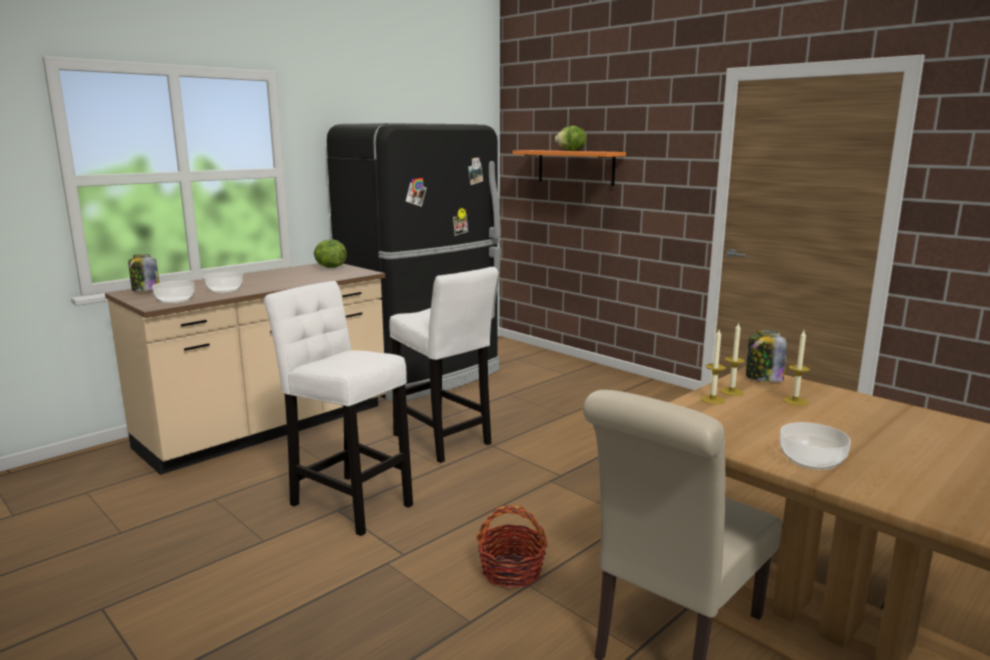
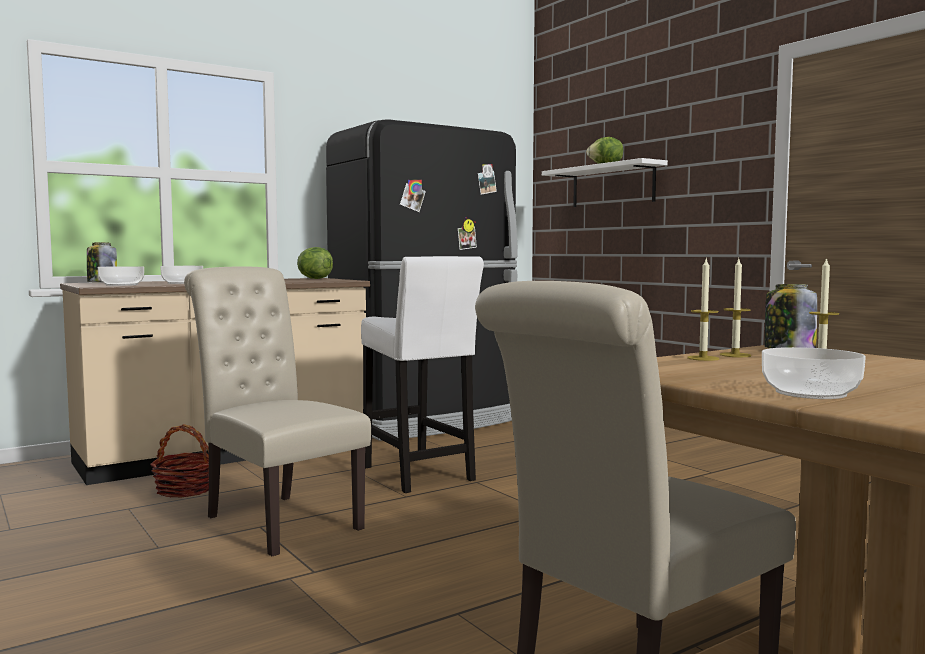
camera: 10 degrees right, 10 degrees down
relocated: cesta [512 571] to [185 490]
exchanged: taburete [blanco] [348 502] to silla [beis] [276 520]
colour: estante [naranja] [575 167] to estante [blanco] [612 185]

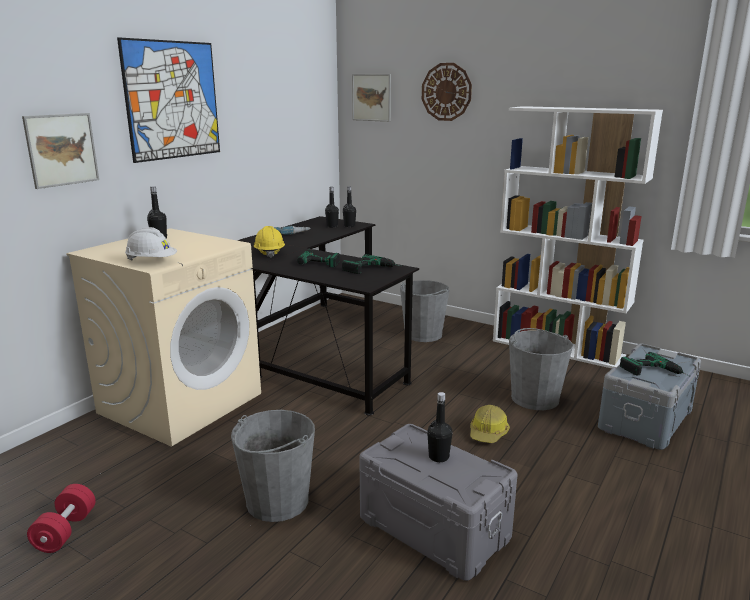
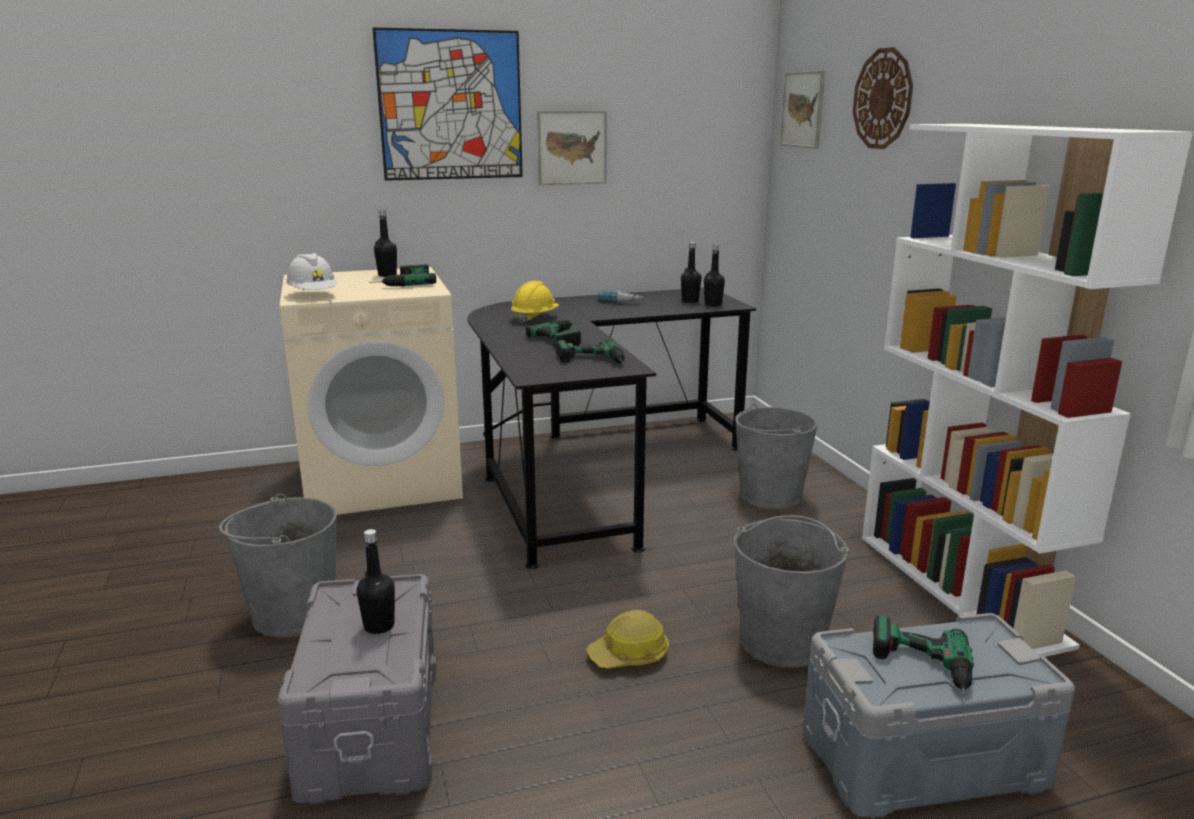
camera: 40 degrees right, 0 degrees up
missing: mancuerna [rojo] [65 531]
appeared: taladro [401 282]
relocated: cuadro [62 149] to [572 147]

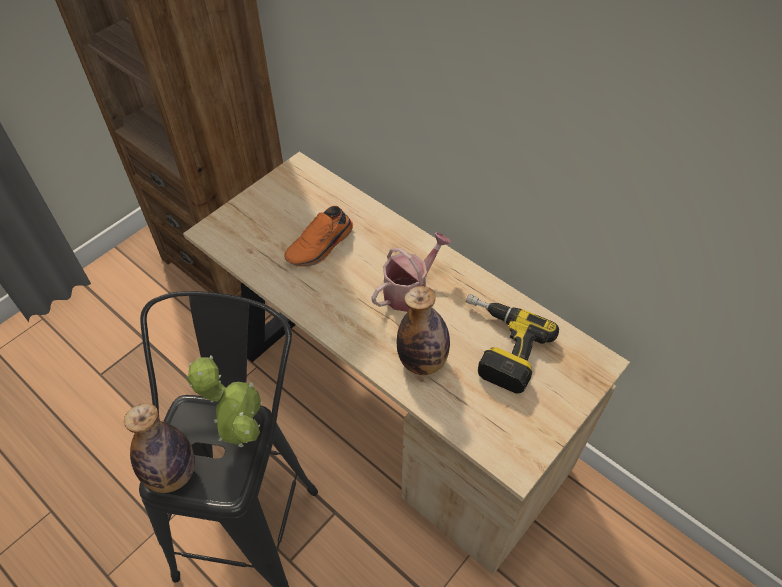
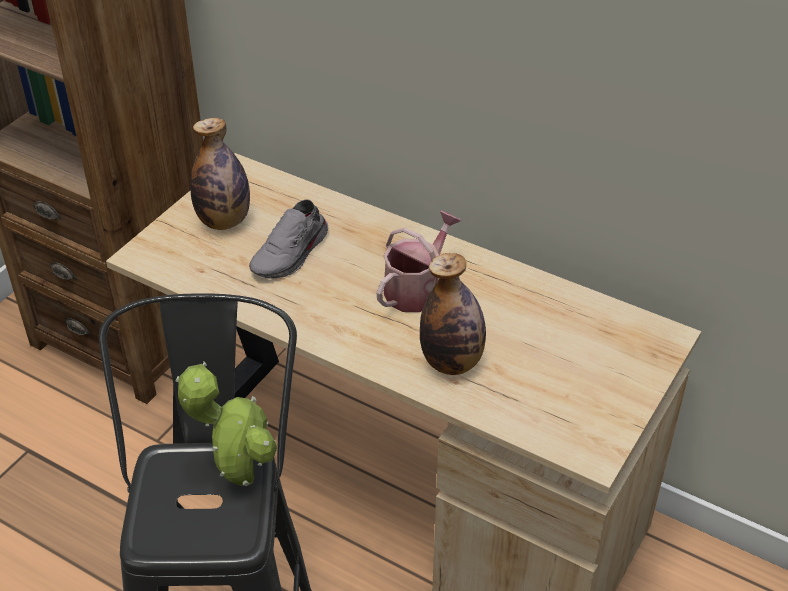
camera: 10 degrees left, 10 degrees down
missing: taladro [497 346]
relocated: botella [172 474] to [224 221]
colour: zapato [naranja] [321 246] to zapato [gris] [291 254]

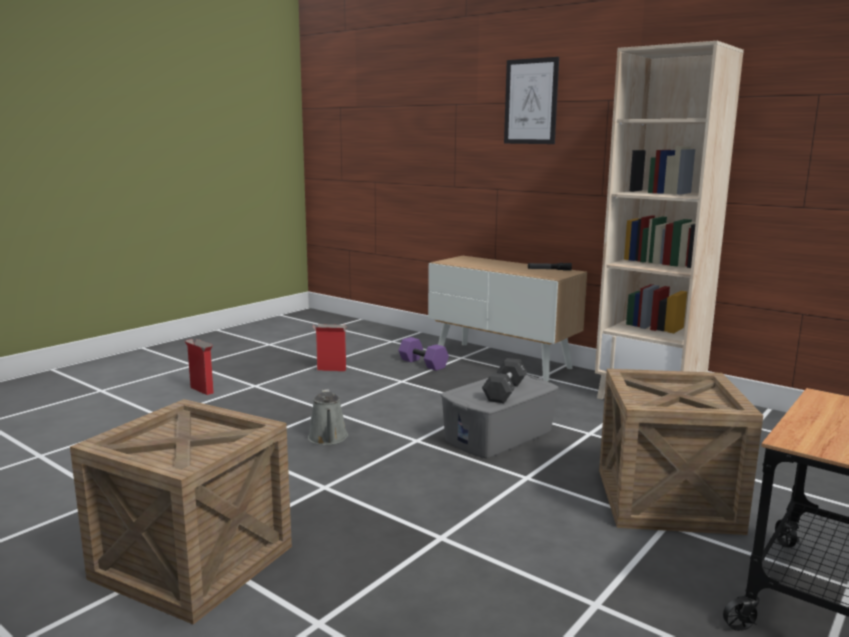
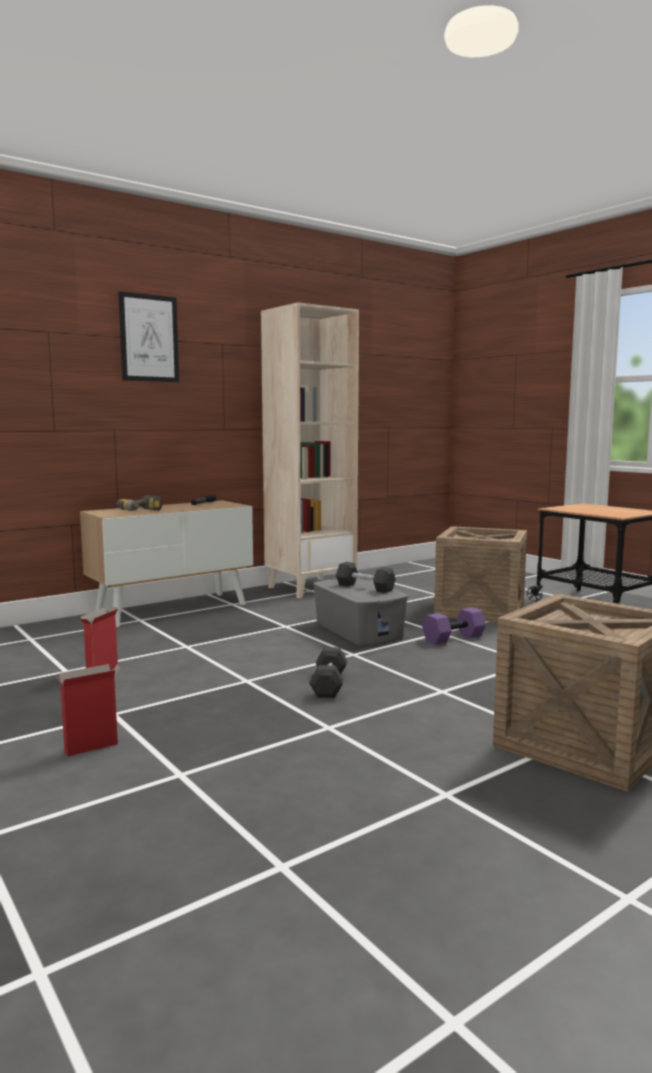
camera: 75 degrees left, 5 degrees down
appeared: taladro [142 512]
relocated: mancuerna [morado] [424 363] to [453 638]
exchanged: regadera [gris] [328 438] to mancuerna [negro] [329 684]

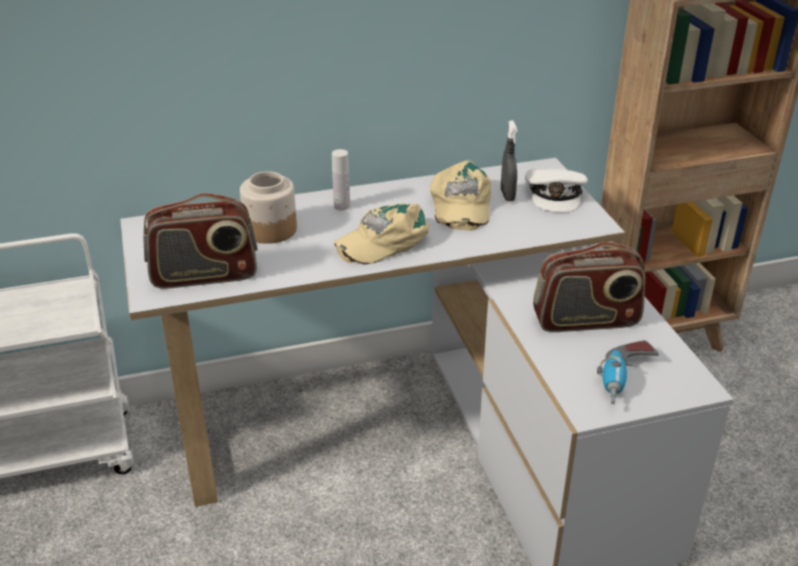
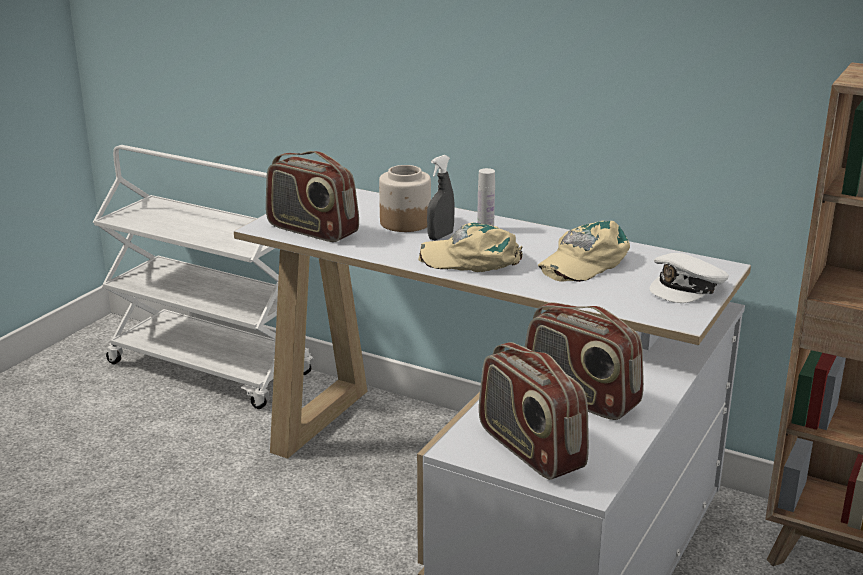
camera: 45 degrees right, 10 degrees down
relocated: pulverizador [gris] [507 195] to [440 236]
exchanged: taladro [625 381] to radio [529 449]

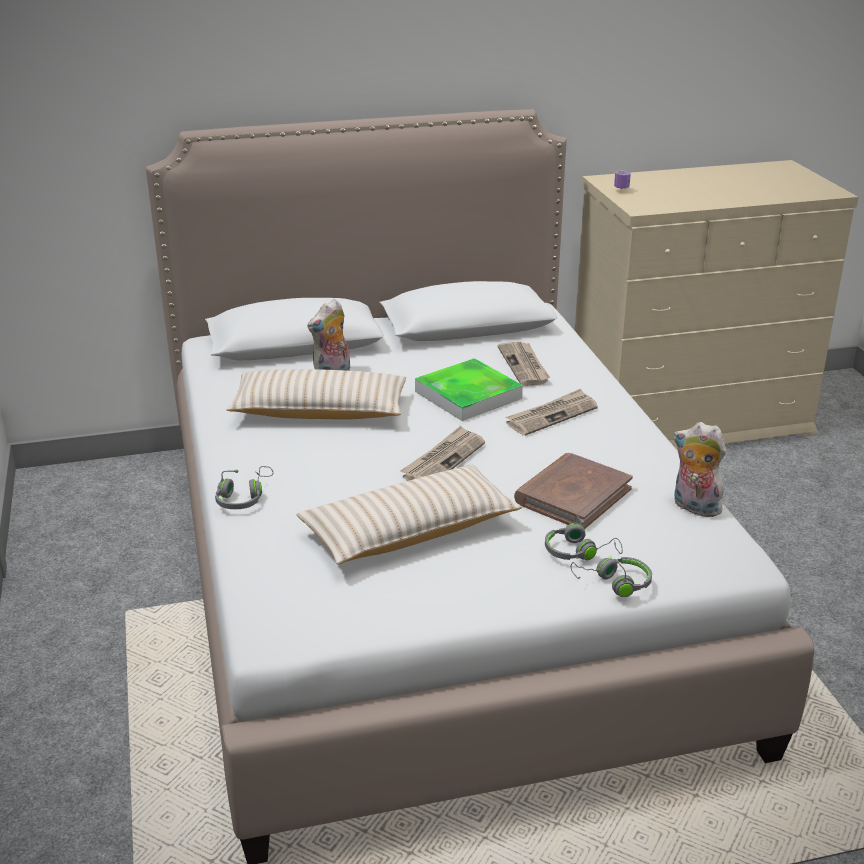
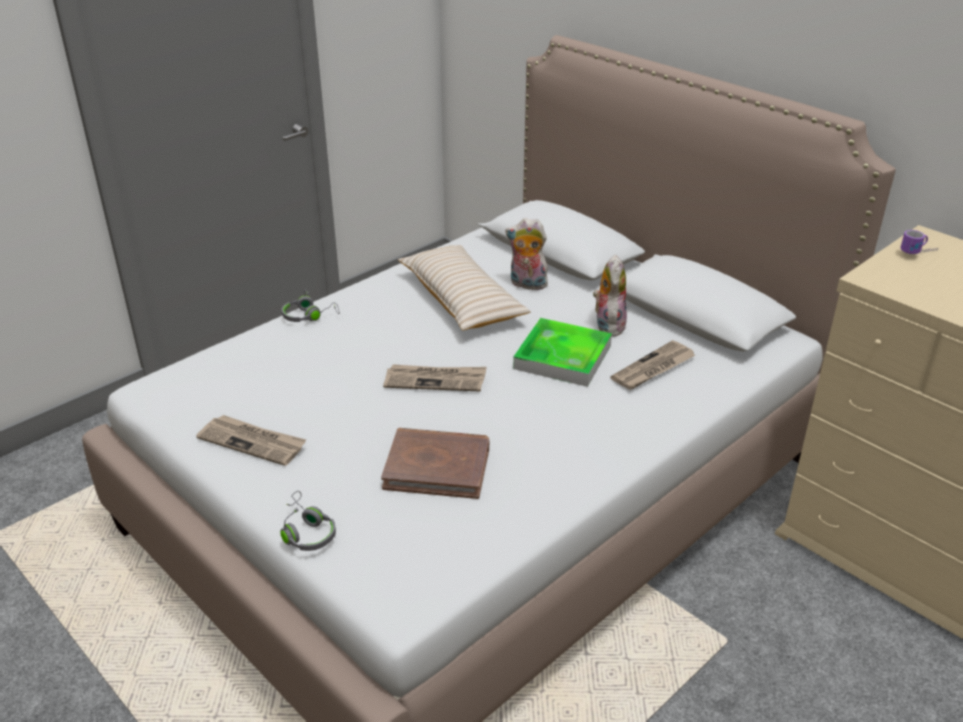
camera: 60 degrees right, 5 degrees up
missing: cojín [beis] [409 531]; auriculares [gris] [579 551]
relocated: periódico [551 415] to [253 442]; peluche [694 507] to [608 325]

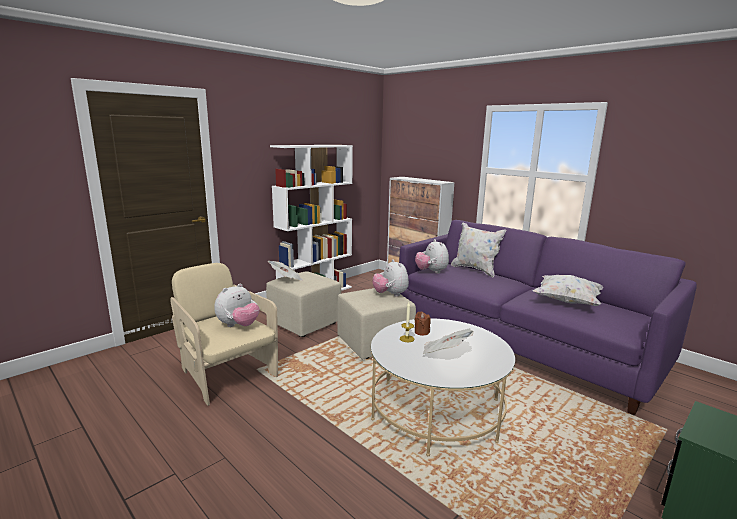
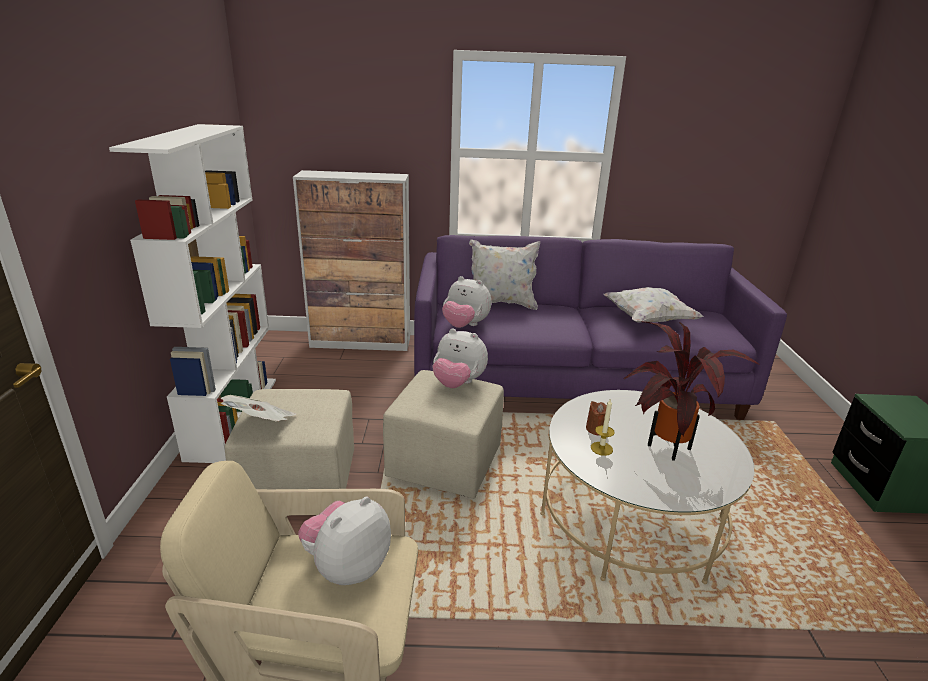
camera: 45 degrees left, 10 degrees up
exchanged: periódico [445 353] to planta en maceta [664 447]
spun: peluche [238 326] = [347 566] 135 degrees counterclockwise

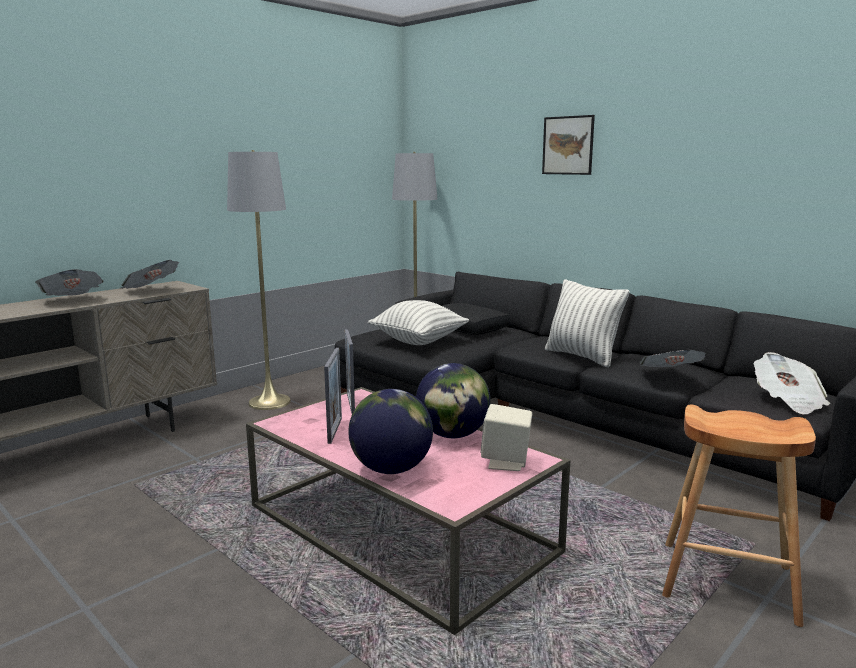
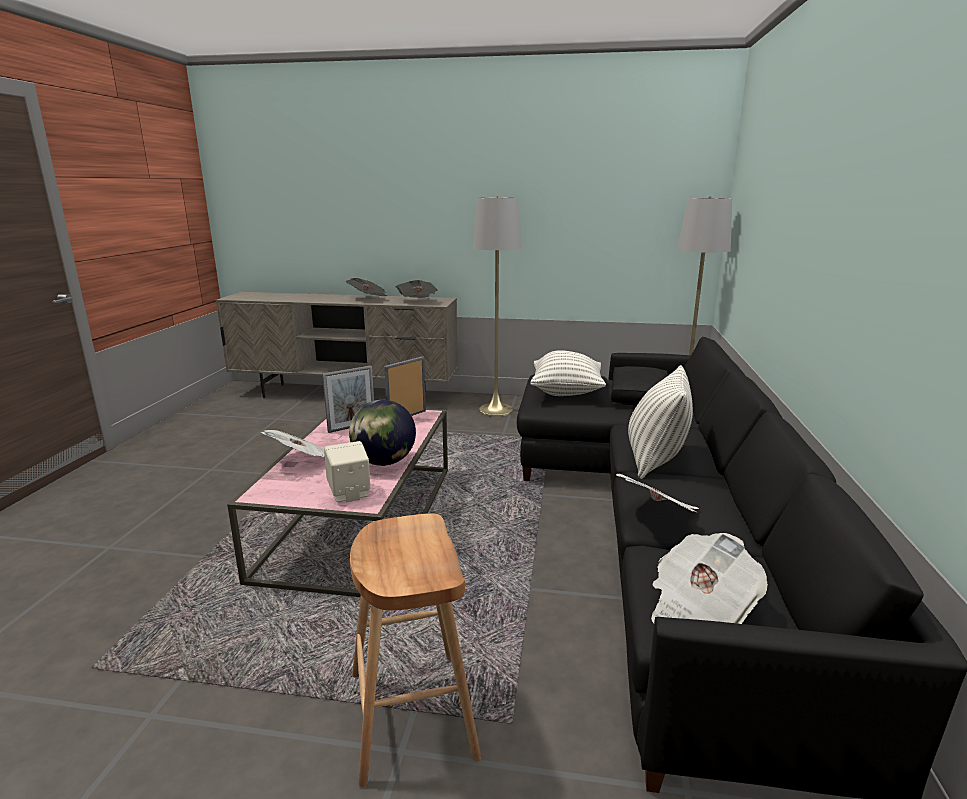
camera: 55 degrees right, 5 degrees up
missing: cuadro [568 145]
exchanged: globo terráqueo [391 469] to periódico [302 460]

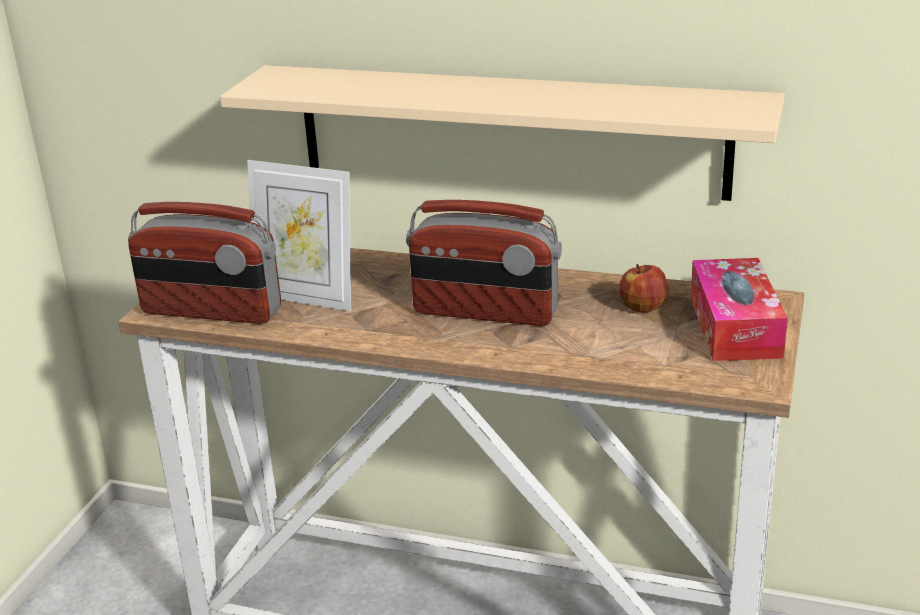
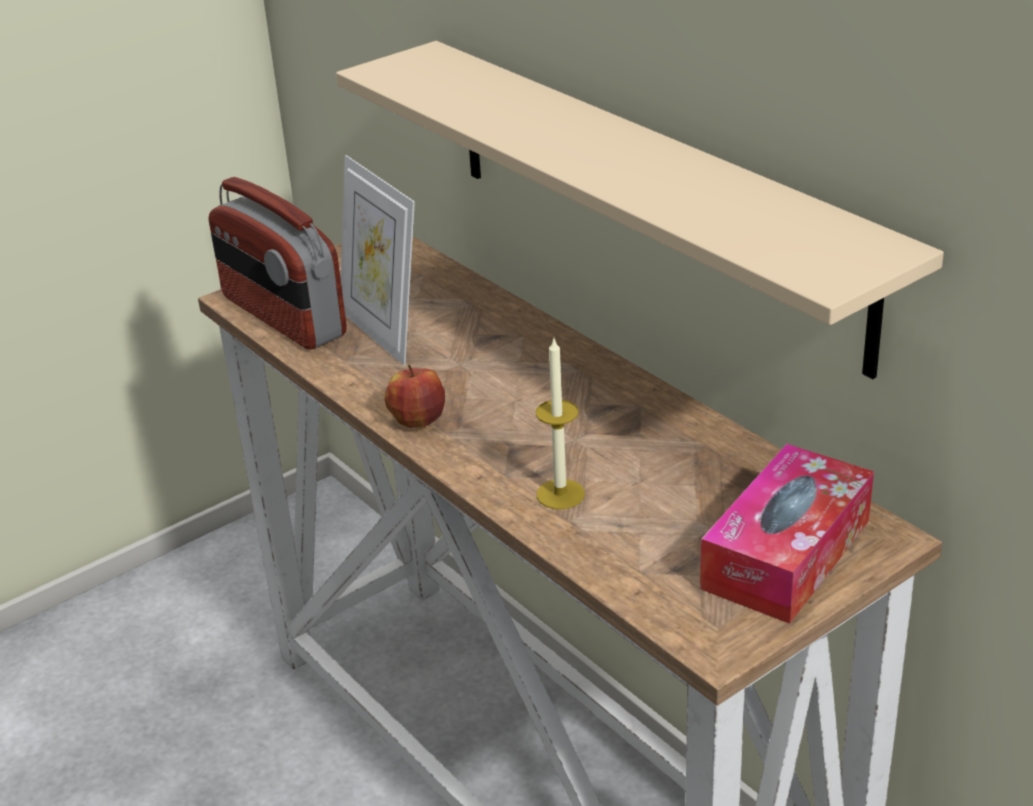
camera: 35 degrees right, 5 degrees up
missing: radio [485 312]
appeared: vela [560 494]
relocated: manzana [643 308] to [417 421]

